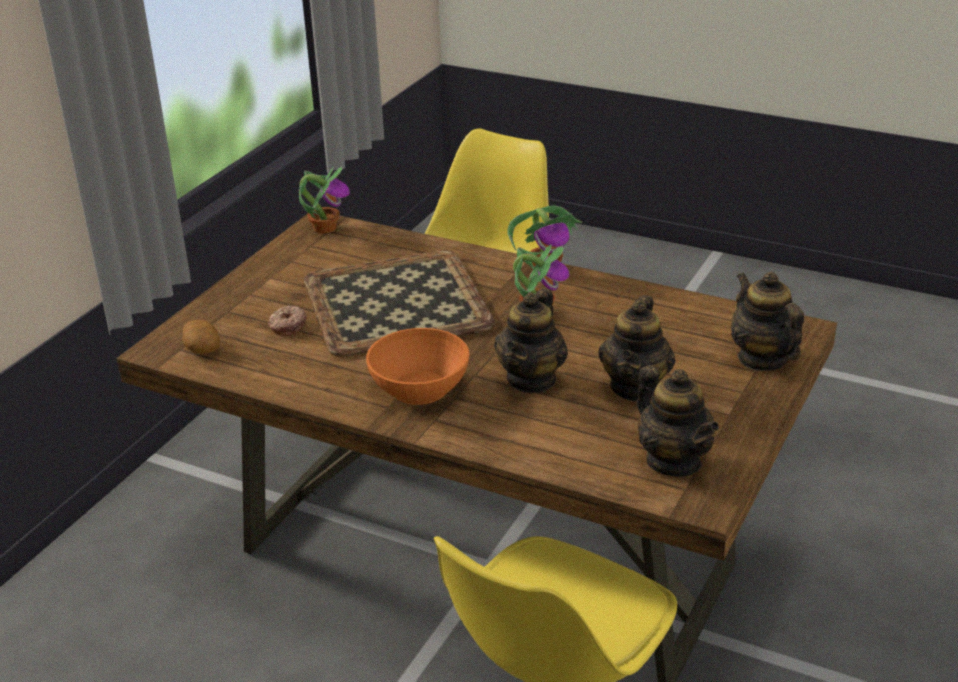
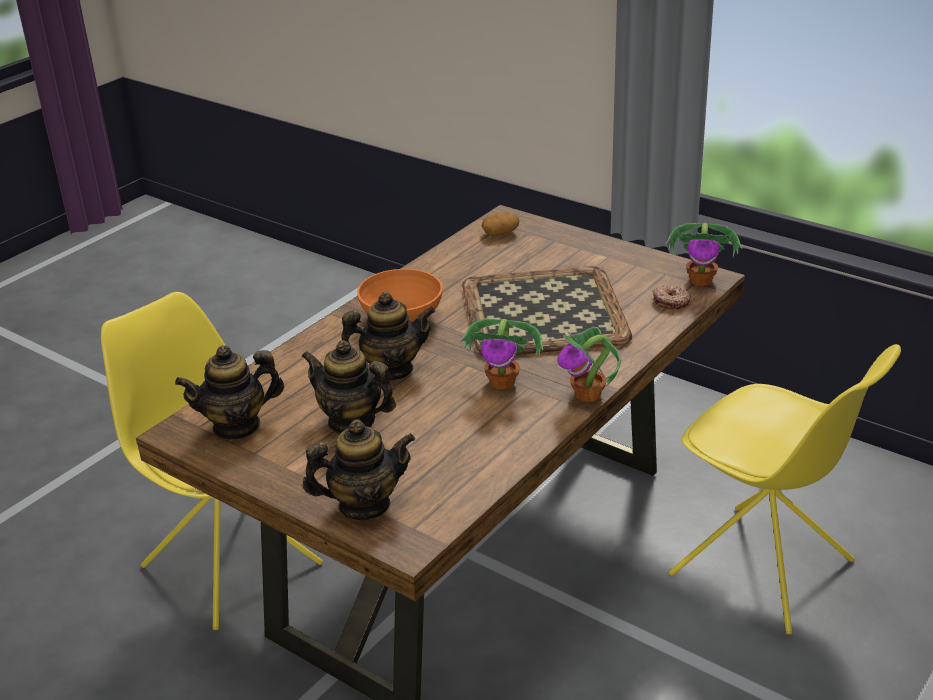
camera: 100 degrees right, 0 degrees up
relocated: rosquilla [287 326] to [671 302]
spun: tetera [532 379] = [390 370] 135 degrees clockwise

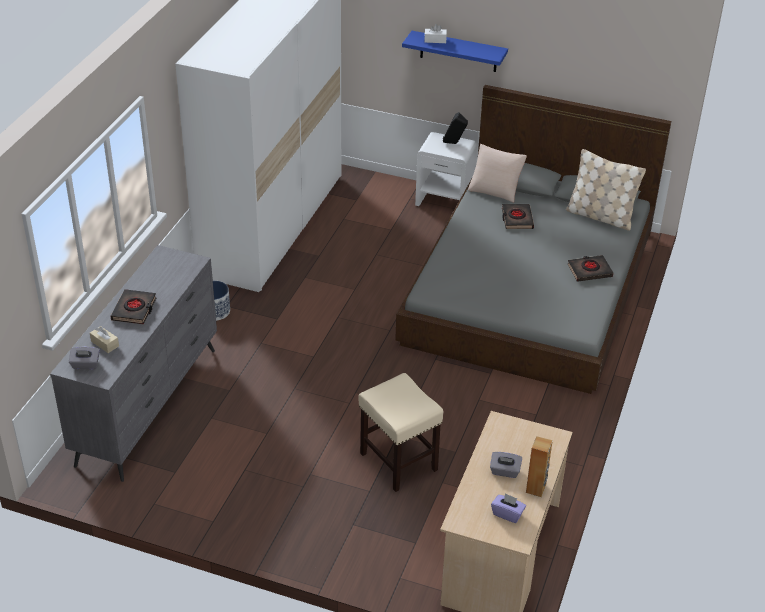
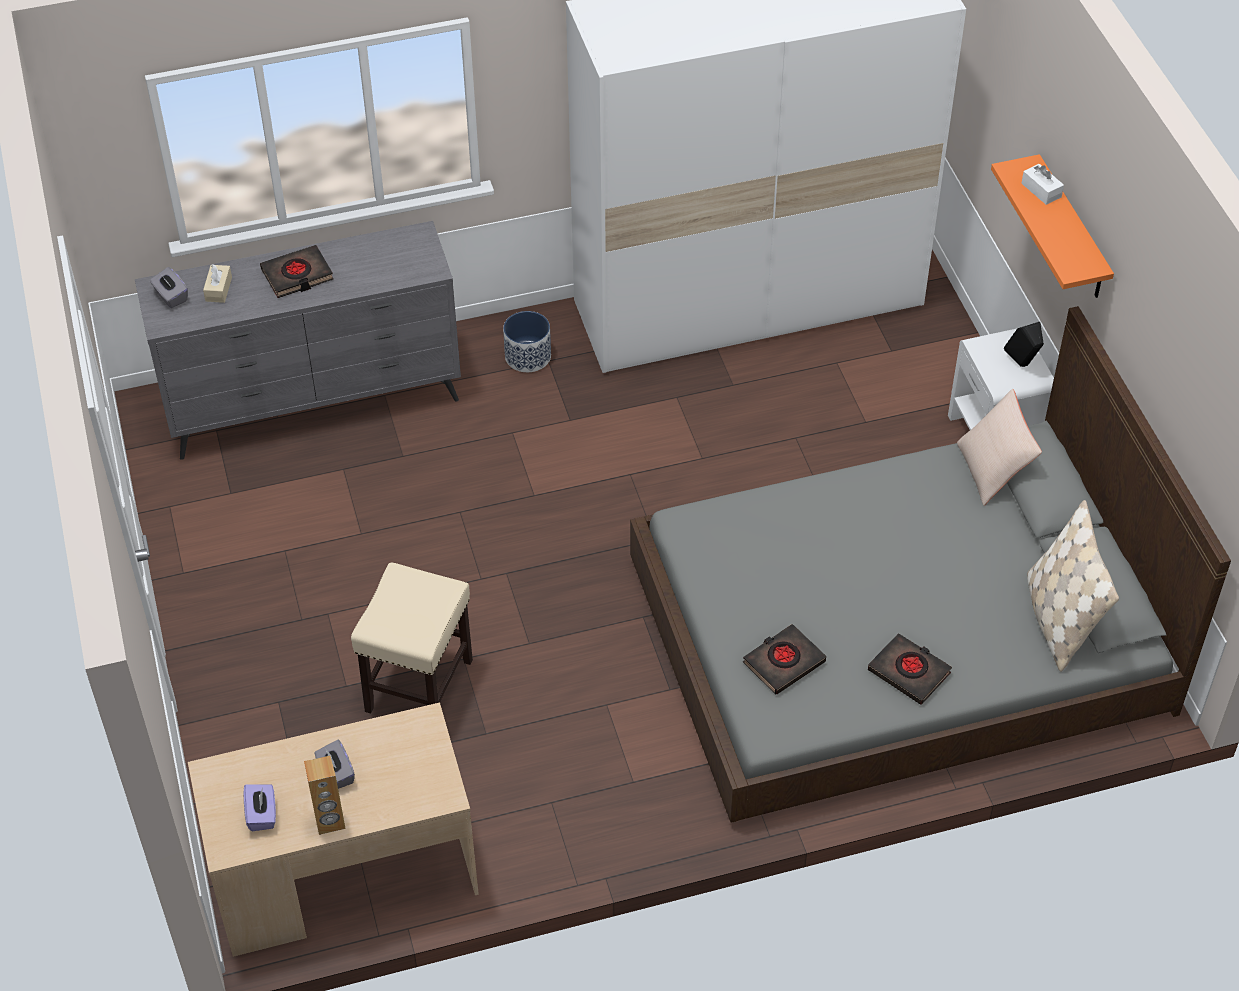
camera: 55 degrees right, 10 degrees up
relocated: libro [negro] [517 219] to [783 662]
colour: estante [azul] [458 51] to estante [naranja] [1072 230]

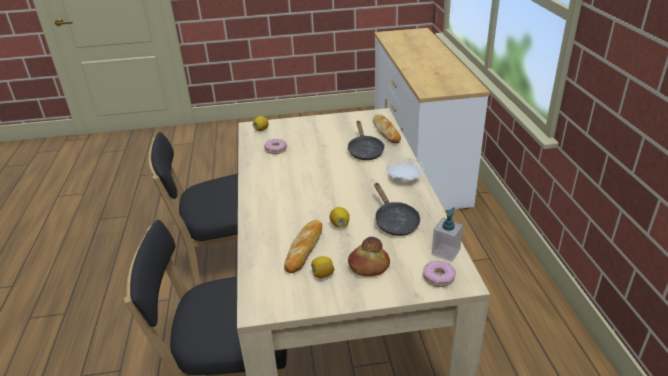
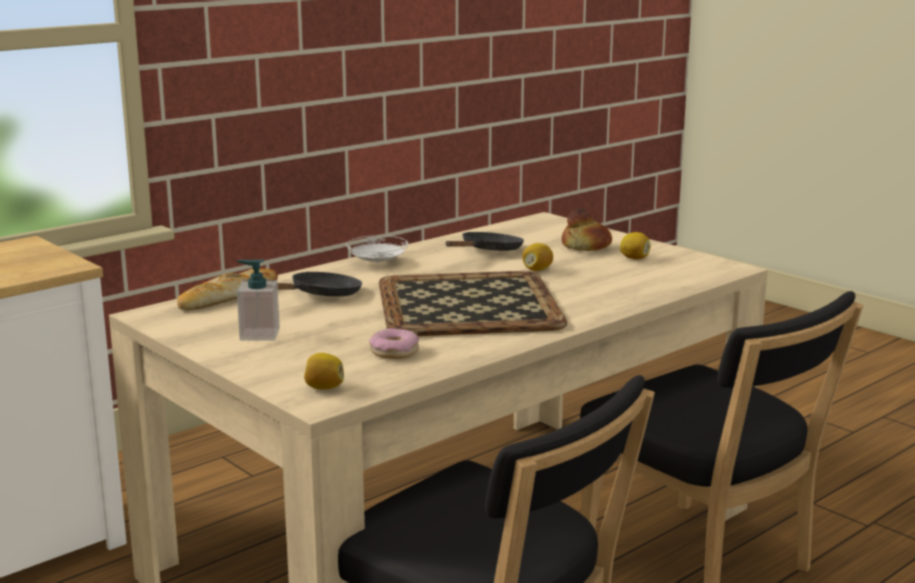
camera: 125 degrees left, 15 degrees down
missing: pan [304 248]; rosquilla [438 277]
appeared: bandeja [470 305]
relocated: dispensador de jabón [446 252] to [259 334]

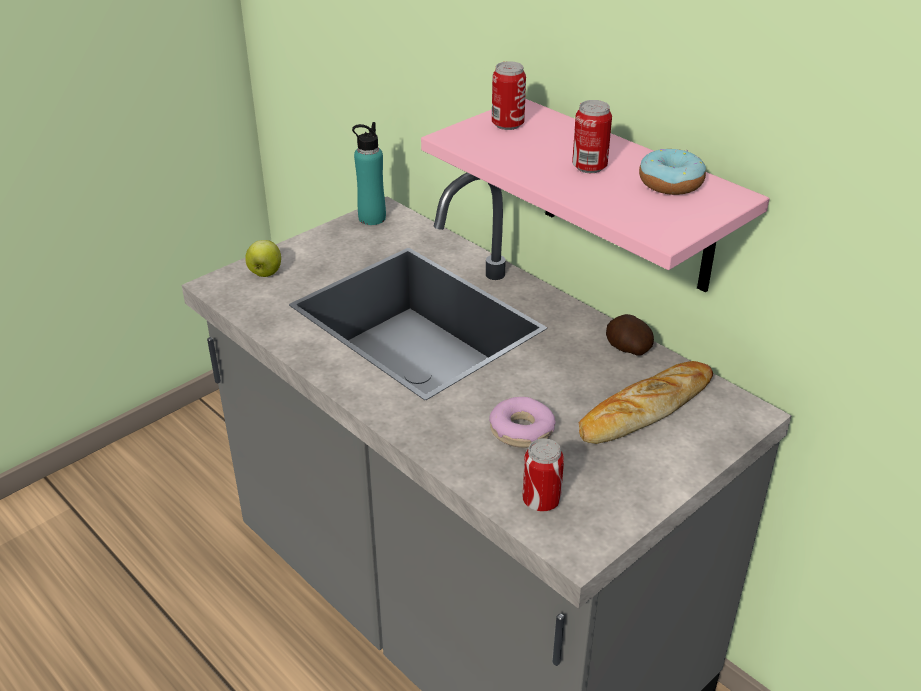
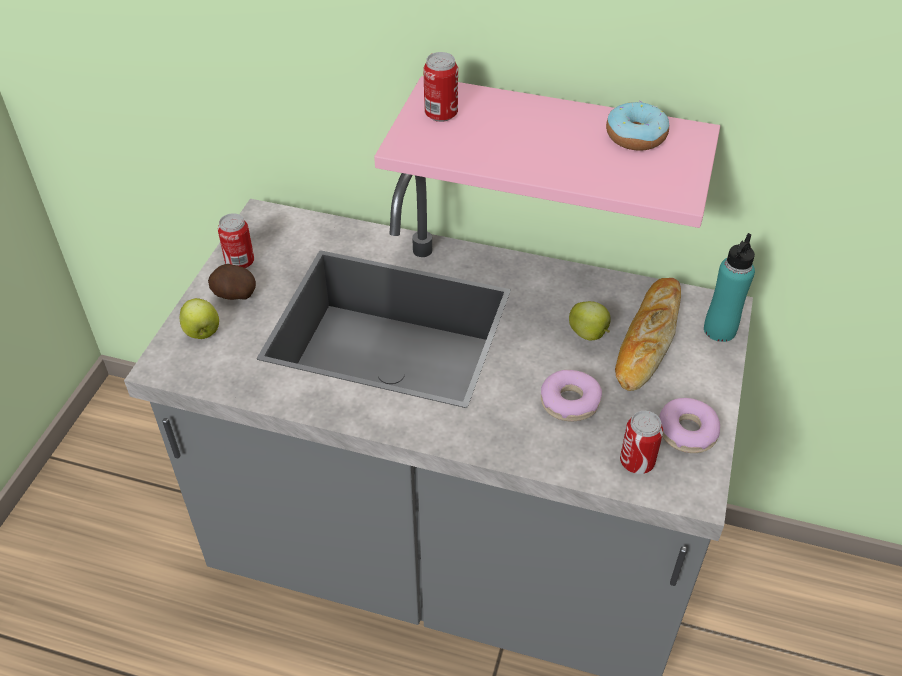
camera: 30 degrees left, 10 degrees up
appeared: manzana [589 334]; rosquilla [687 432]
relocated: patata [627 349] to [234 295]; lata [589 167] to [240 262]; botella [turquesa] [372 218] to [719 330]

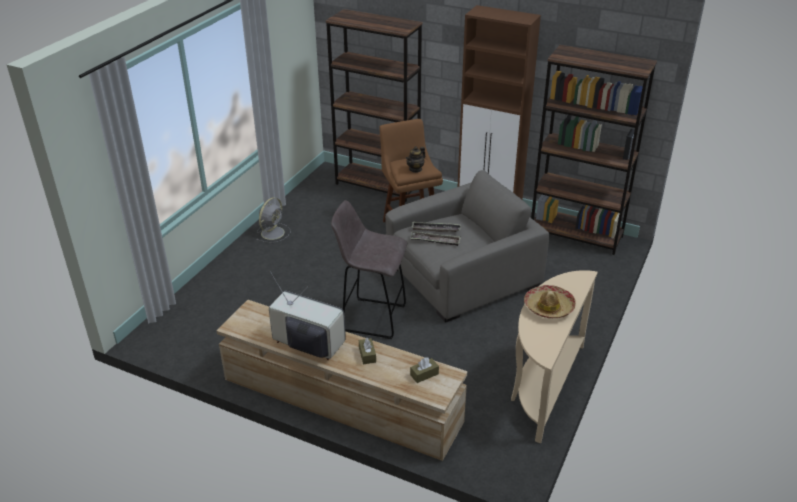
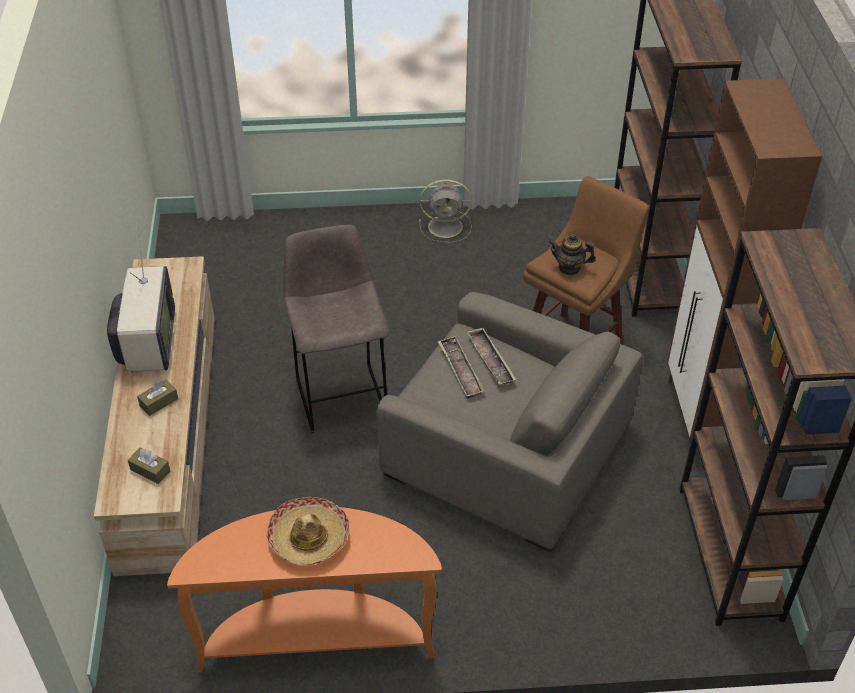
camera: 60 degrees right, 10 degrees up
colour: mesa consola [beis] [543 386] to mesa consola [naranja] [316 637]

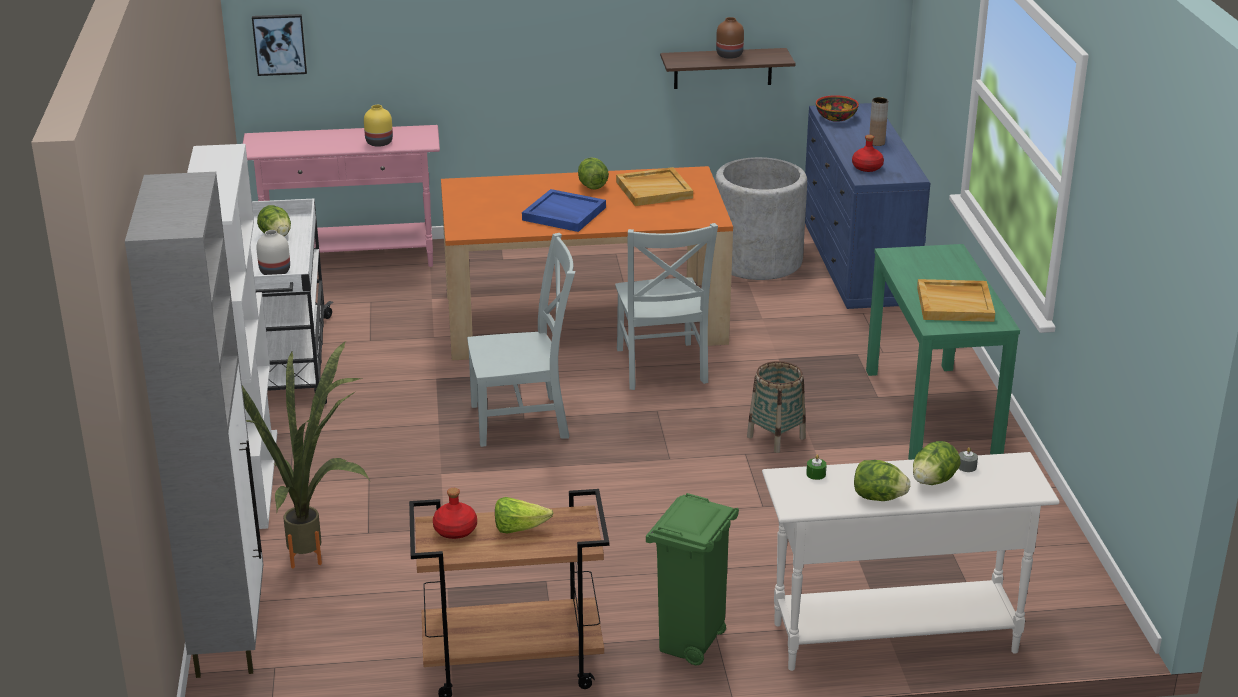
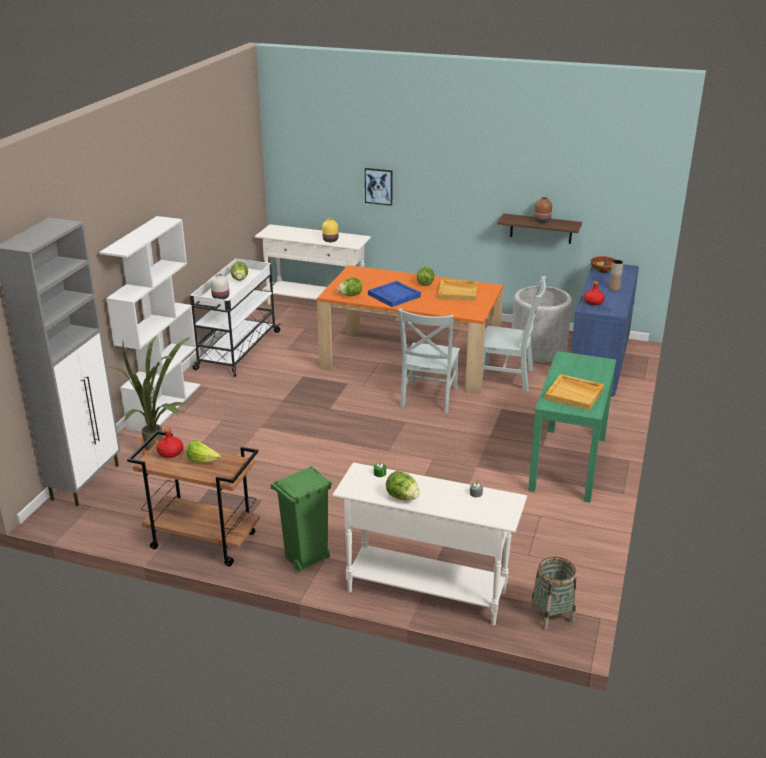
camera: 25 degrees right, 0 degrees up
relocated: lechuga [933 481] to [350 295]; cuadro [279 44] to [379 186]; silla [gris] [524 421] to [509 378]; cesta [776 437] to [552 615]
colour: mesa consola [rosa] [351 259] to mesa consola [blanco] [316 304]

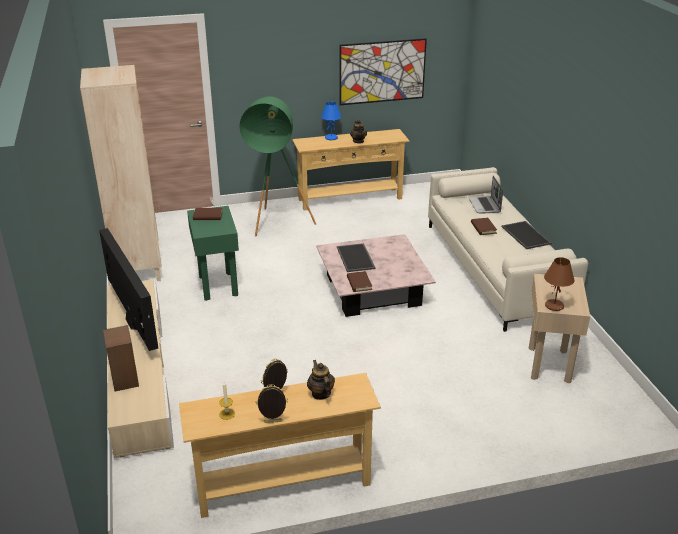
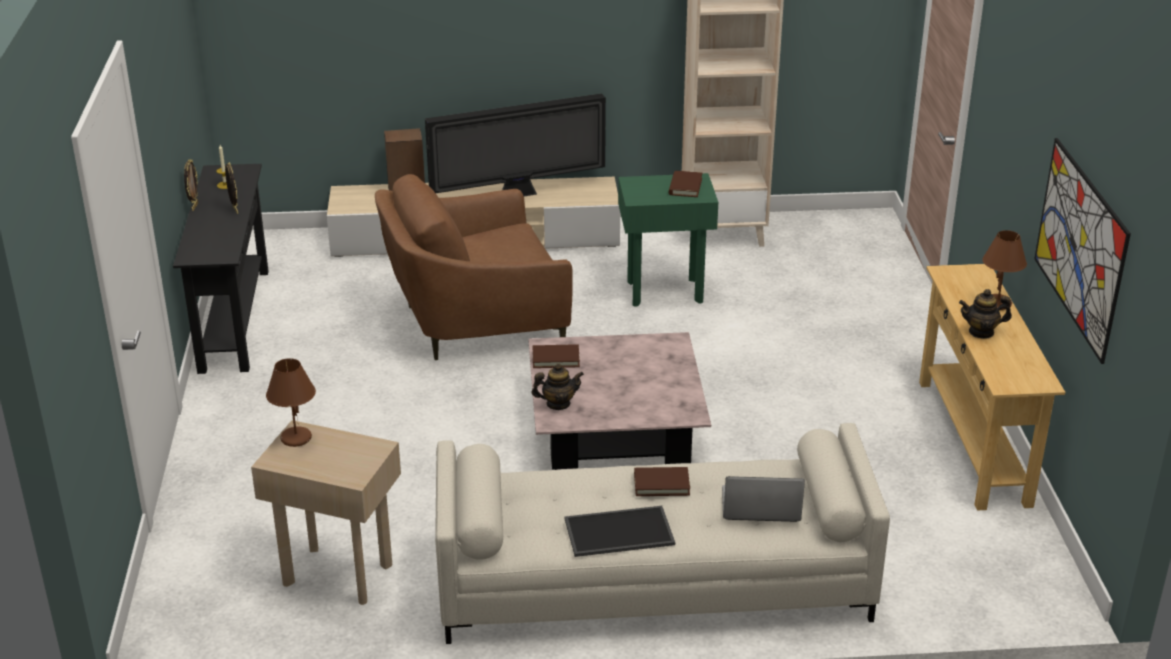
camera: 100 degrees right, 0 degrees up
missing: lámpara de pie [verde] [276 229]; bandeja [356 258]
appeared: sillón [marrón] [475 323]
relocated: tetera [320 393] to [558 404]
colour: mesa consola [beis] [283 486] to mesa consola [negro] [233 319]; lámpara de mesa [azul] [331 138] to lámpara de mesa [marrón] [998 304]

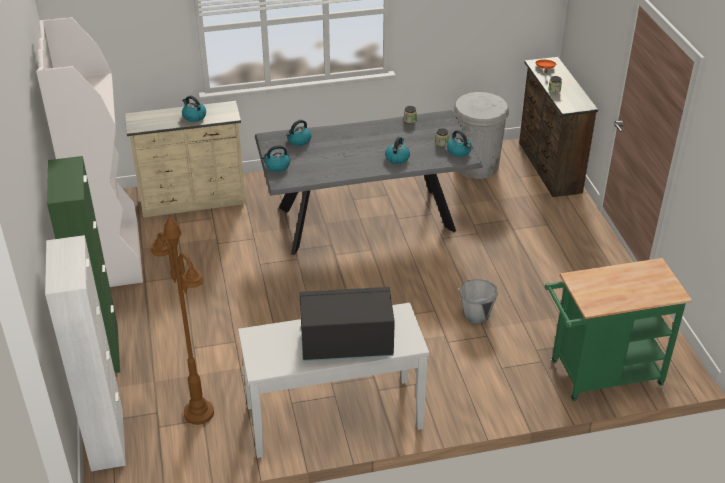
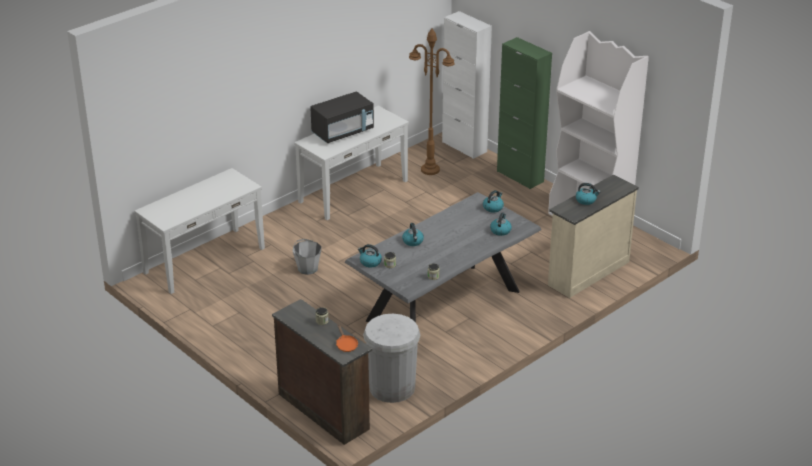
camera: 150 degrees right, 5 degrees down
exchanged: carrito [verde] [599 375] to mesa consola [blanco] [204 260]

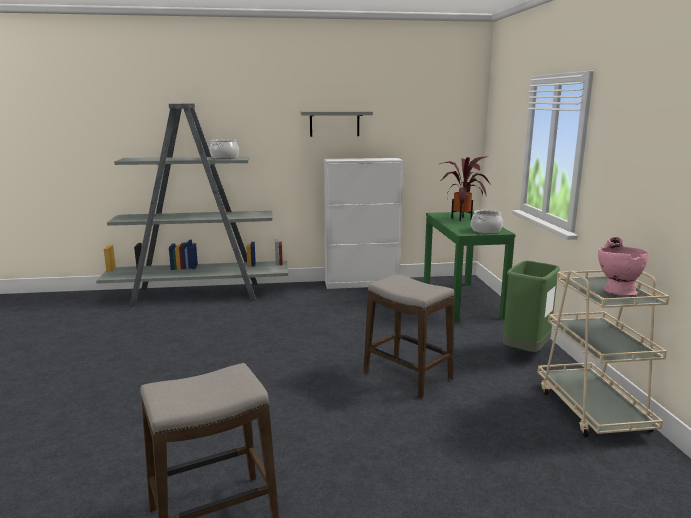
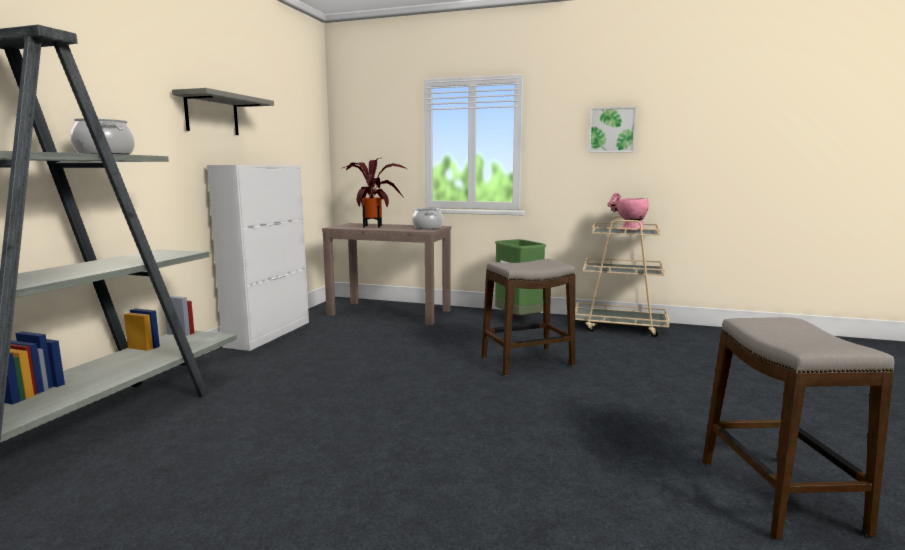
camera: 65 degrees left, 5 degrees down
appeared: cuadro [612 130]
colour: mesa consola [verde] [462 301] to mesa consola [marrón] [390 312]

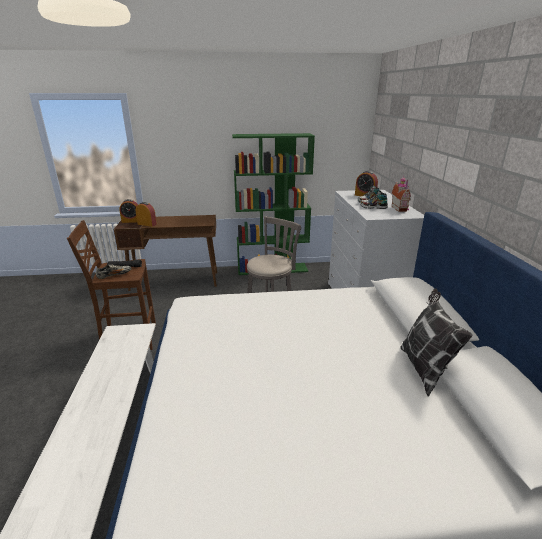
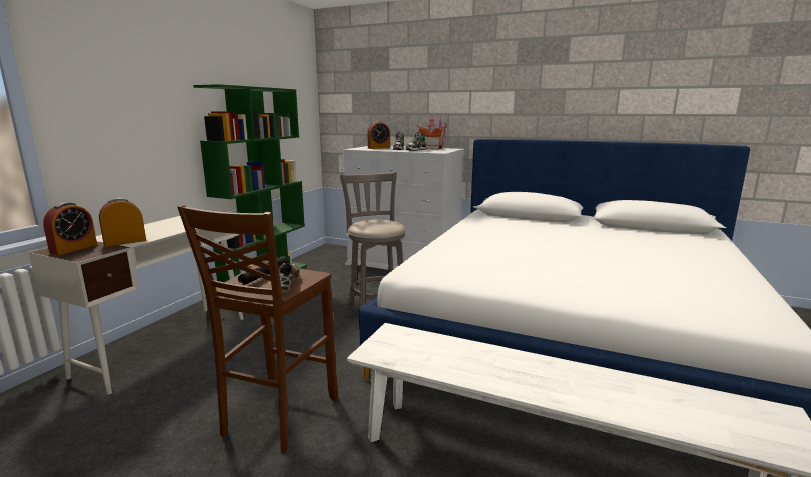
camera: 60 degrees left, 10 degrees down
missing: cojín [424 368]
colour: escritorio [marrón] [175 281] to escritorio [blanco] [166 344]

